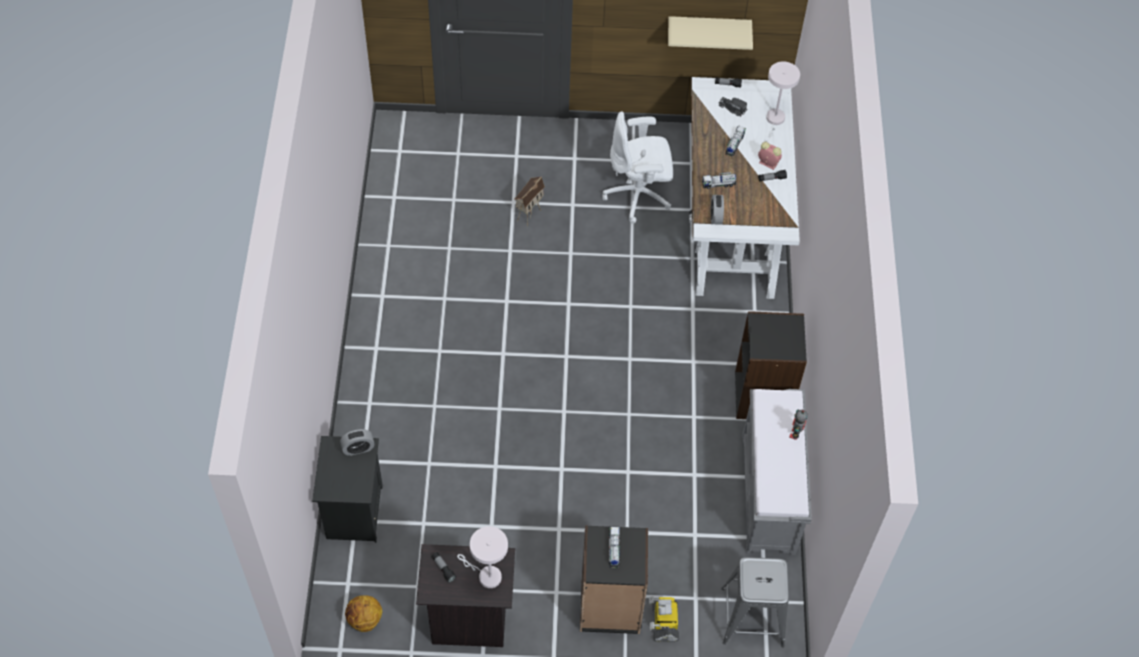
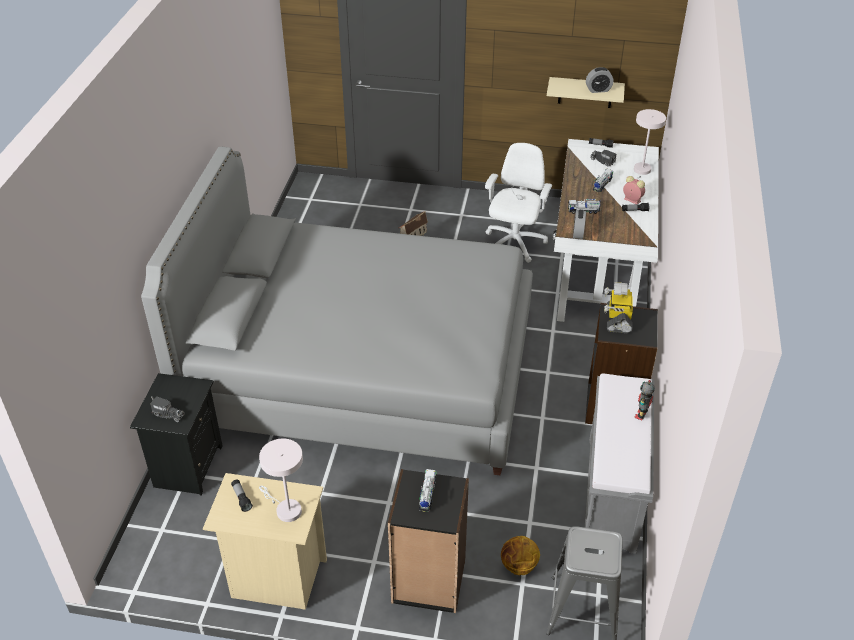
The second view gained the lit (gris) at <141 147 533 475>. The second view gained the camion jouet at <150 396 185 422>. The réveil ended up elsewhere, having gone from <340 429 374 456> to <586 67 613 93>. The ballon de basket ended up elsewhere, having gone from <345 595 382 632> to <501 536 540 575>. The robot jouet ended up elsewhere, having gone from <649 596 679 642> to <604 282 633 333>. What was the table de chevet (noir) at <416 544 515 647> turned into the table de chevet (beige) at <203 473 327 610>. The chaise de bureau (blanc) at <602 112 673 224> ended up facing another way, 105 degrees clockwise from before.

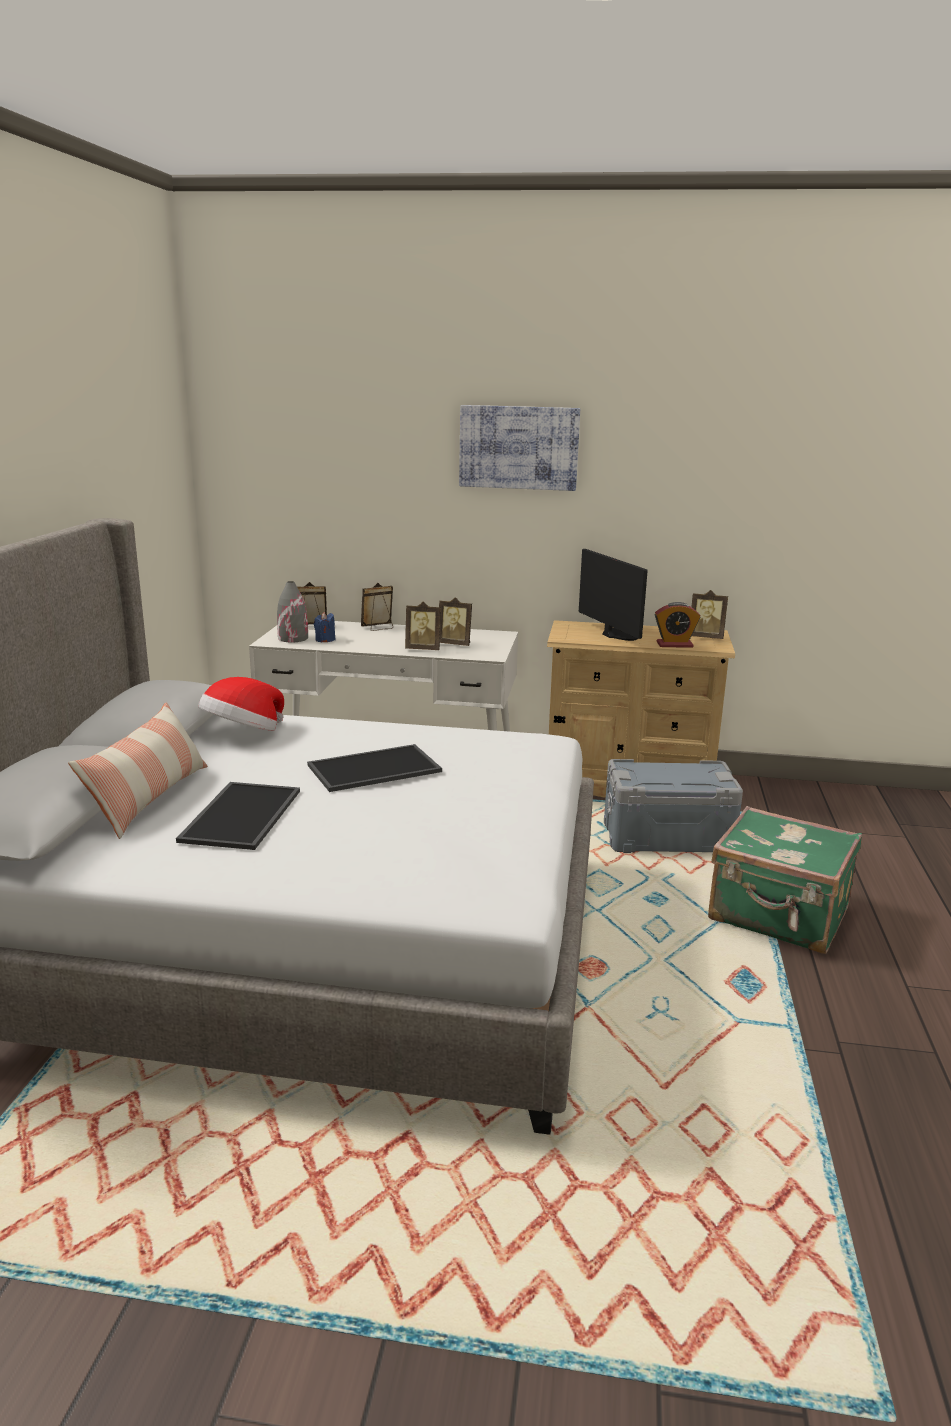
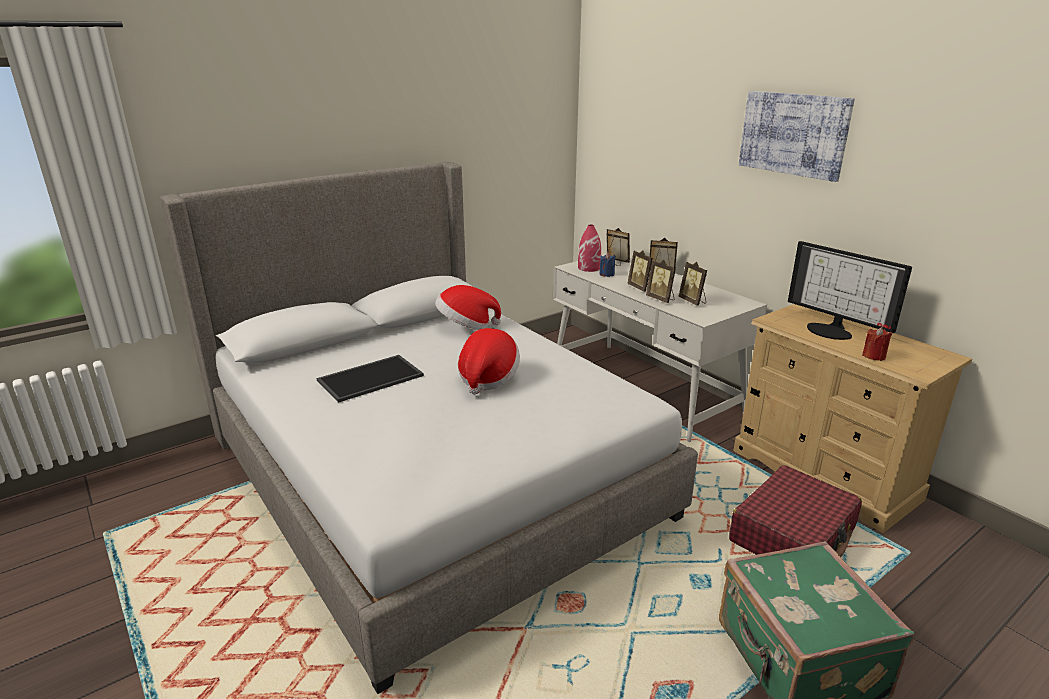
The second view lost the coussin at <68 703 208 839>. The cadre photo ended up elsewhere, having gone from <692 590 728 639> to <627 250 653 292>. Where the plateau stood at <307 744 442 792>, the chapeau came to stand at <458 328 520 394>. Where the boîte de rangement (gris) stood at <604 759 743 853>, the valise (rouge) came to stand at <729 465 862 557>. Where the réveil stood at <655 602 701 648>, the bougie (rouge) came to stand at <862 327 892 361>. What was the vase (gris) at <277 581 308 642> turned into the vase (rouge) at <578 225 601 272>. The écran d'ordinateur at <579 549 648 641> ended up facing another way, 120 degrees clockwise from before.

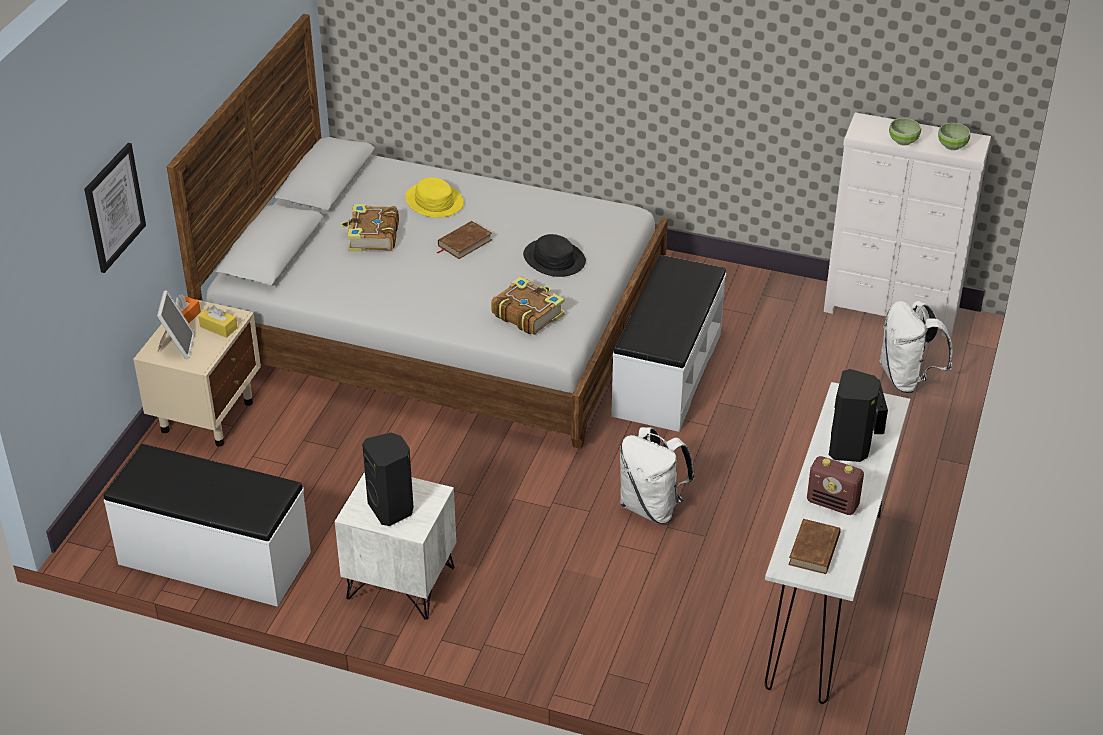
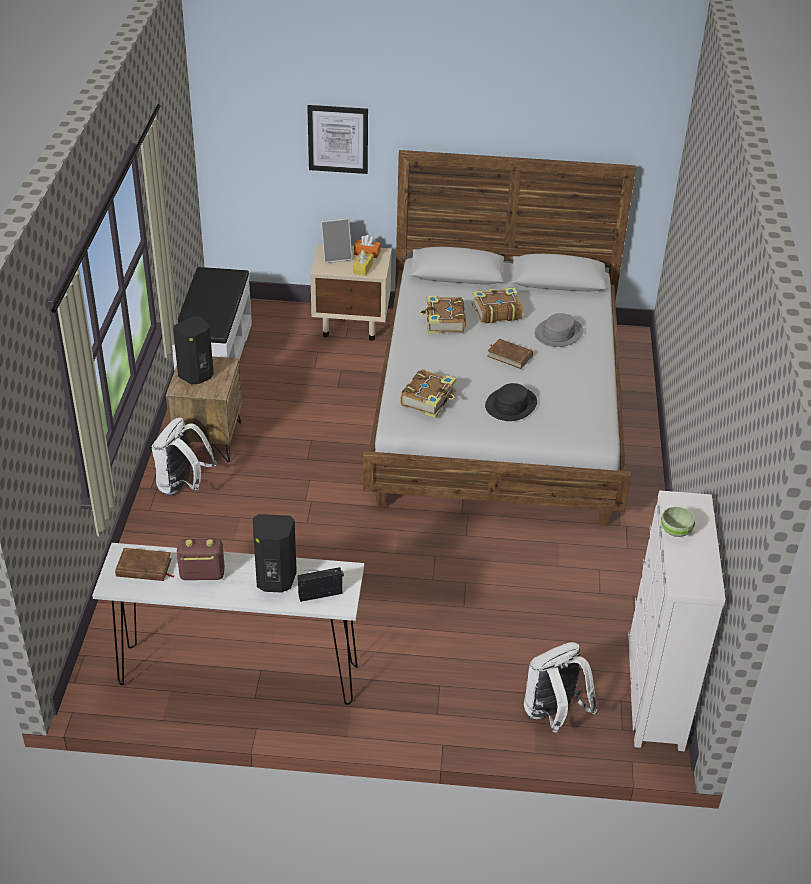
The second view lost the banc (blanc) at <611 255 726 432>. The second view lost the bol (vert) at <938 123 970 150>. The second view gained the livre at <419 296 466 334>. The sac à dos (blanc) ended up elsewhere, having gone from <620 427 695 524> to <152 418 217 496>. What was the table de chevet (blanc) at <335 472 456 620> turned into the table de chevet (marron) at <166 356 242 462>. What was the chapeau (jaune) at <405 177 464 218> turned into the chapeau (gris) at <535 313 584 347>. The radio at <807 456 864 515> ended up facing another way, 75 degrees clockwise from before.

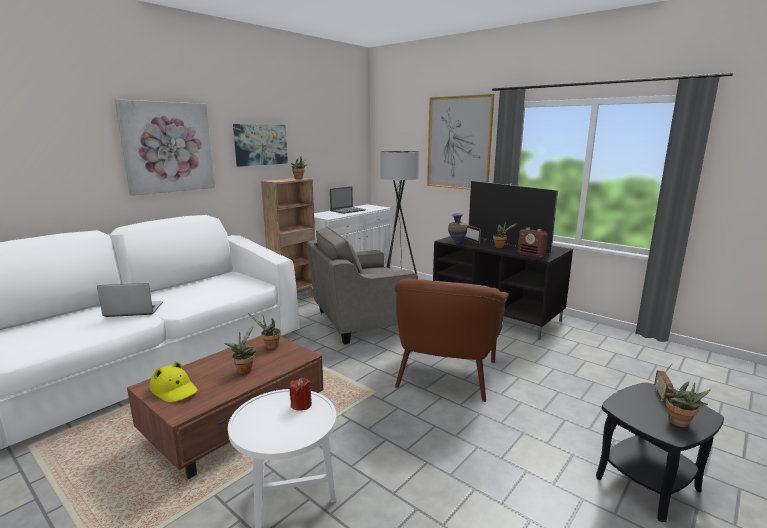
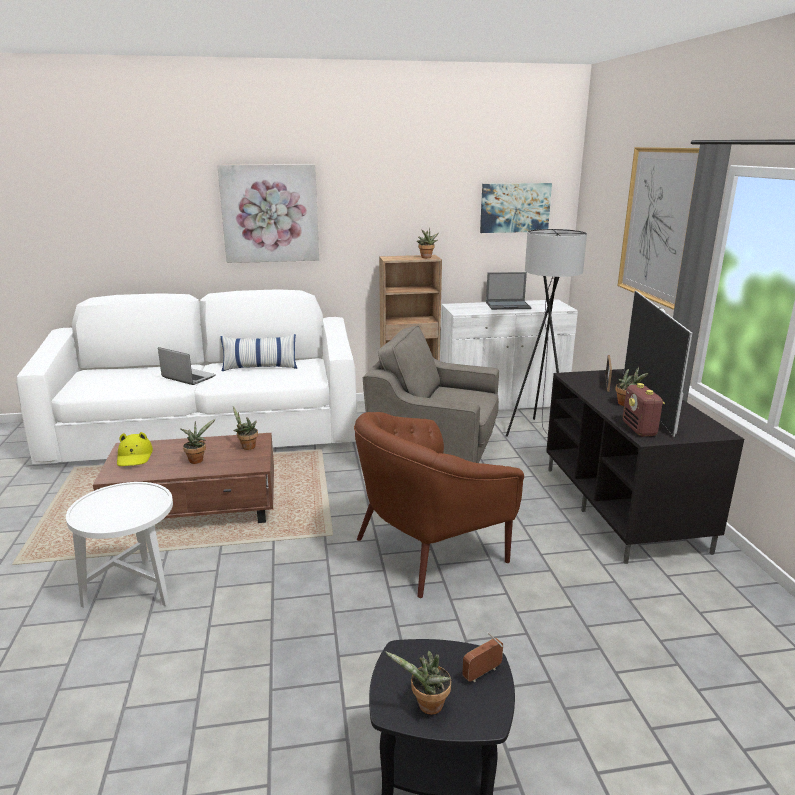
The second view lost the bougie (rouge) at <290 378 312 411>. The second view lost the vase at <448 213 467 244>. The second view gained the coussin at <221 334 297 371>. The tableau ended up elsewhere, having gone from <233 124 288 167> to <480 183 552 233>.

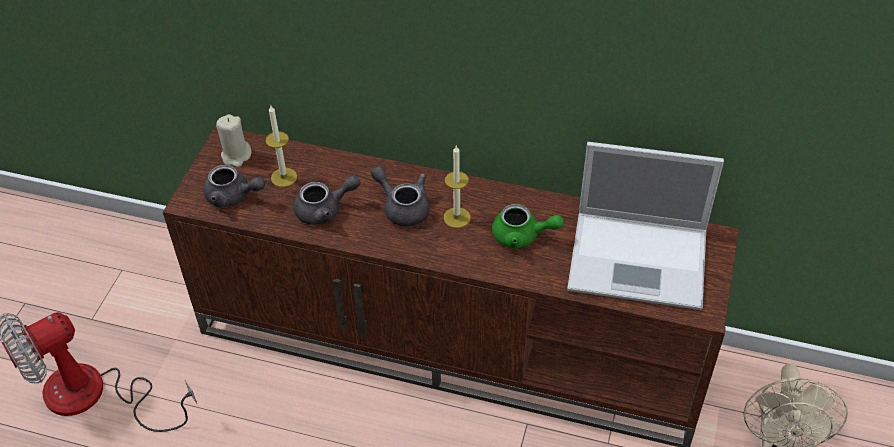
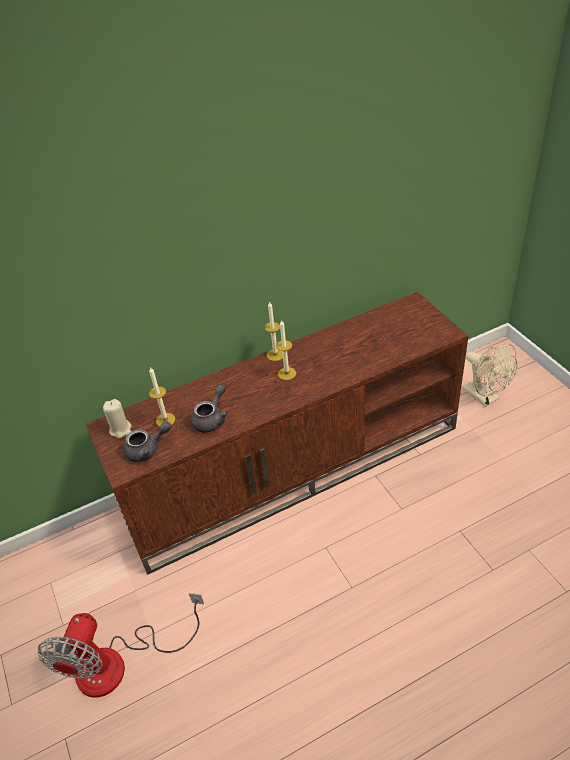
The second view lost the théière (gris) at <371 166 430 226>. The second view lost the théière (vert) at <492 204 564 249>. The second view lost the ordinateur portable at <567 142 724 310>. The second view gained the bougie at <265 301 283 361>.

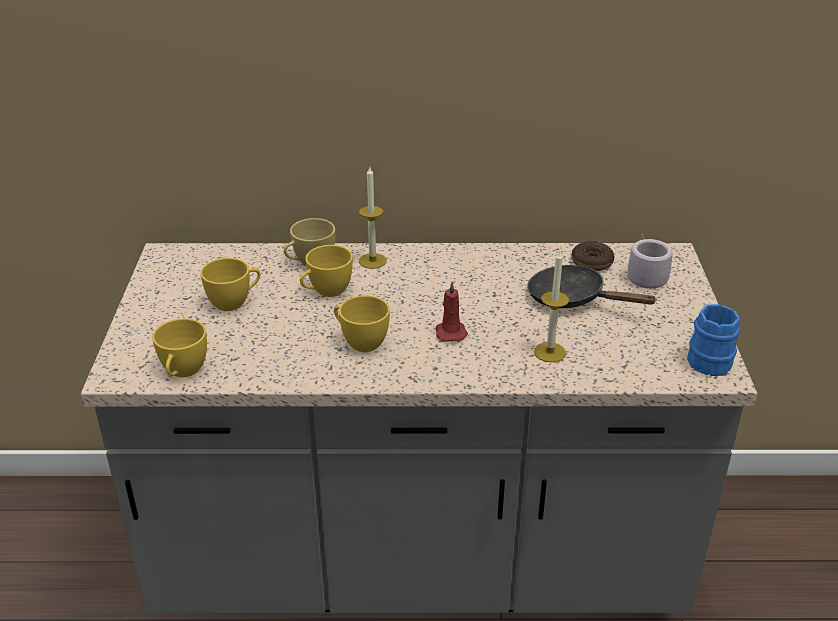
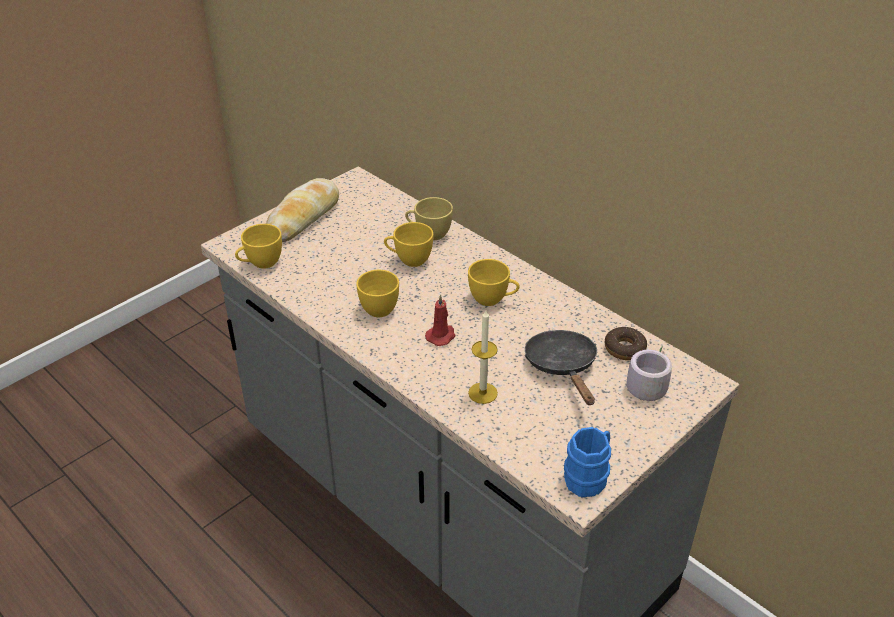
The second view lost the bougie at <359 167 387 269>. The second view gained the pain at <266 178 339 242>. The tasse (jaune) ended up elsewhere, having gone from <200 258 260 311> to <468 259 520 306>.

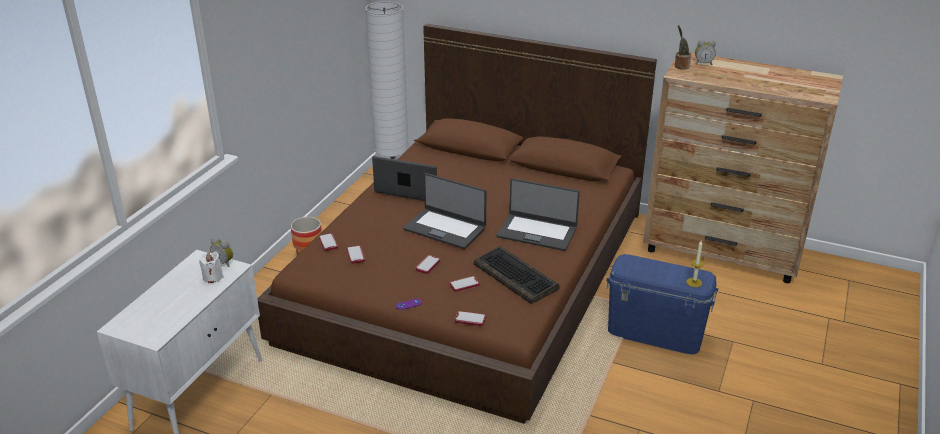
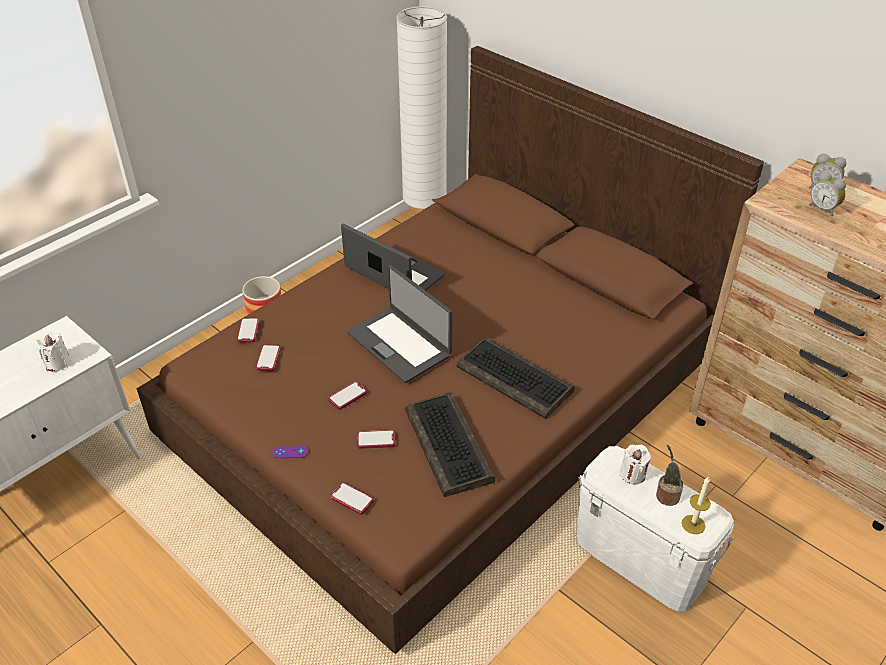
The second view gained the bougie (blanc) at <619 444 651 484>. The réveil ended up elsewhere, having gone from <210 237 233 267> to <809 171 846 216>. The plante en pot ended up elsewhere, having gone from <675 25 691 69> to <656 444 684 506>. Where the ordinateur portable stood at <497 178 580 251>, the clavier came to stand at <457 337 575 419>. What was the boîte de rangement (bleu) at <606 254 718 354> turned into the boîte de rangement (blanc) at <577 446 734 612>.

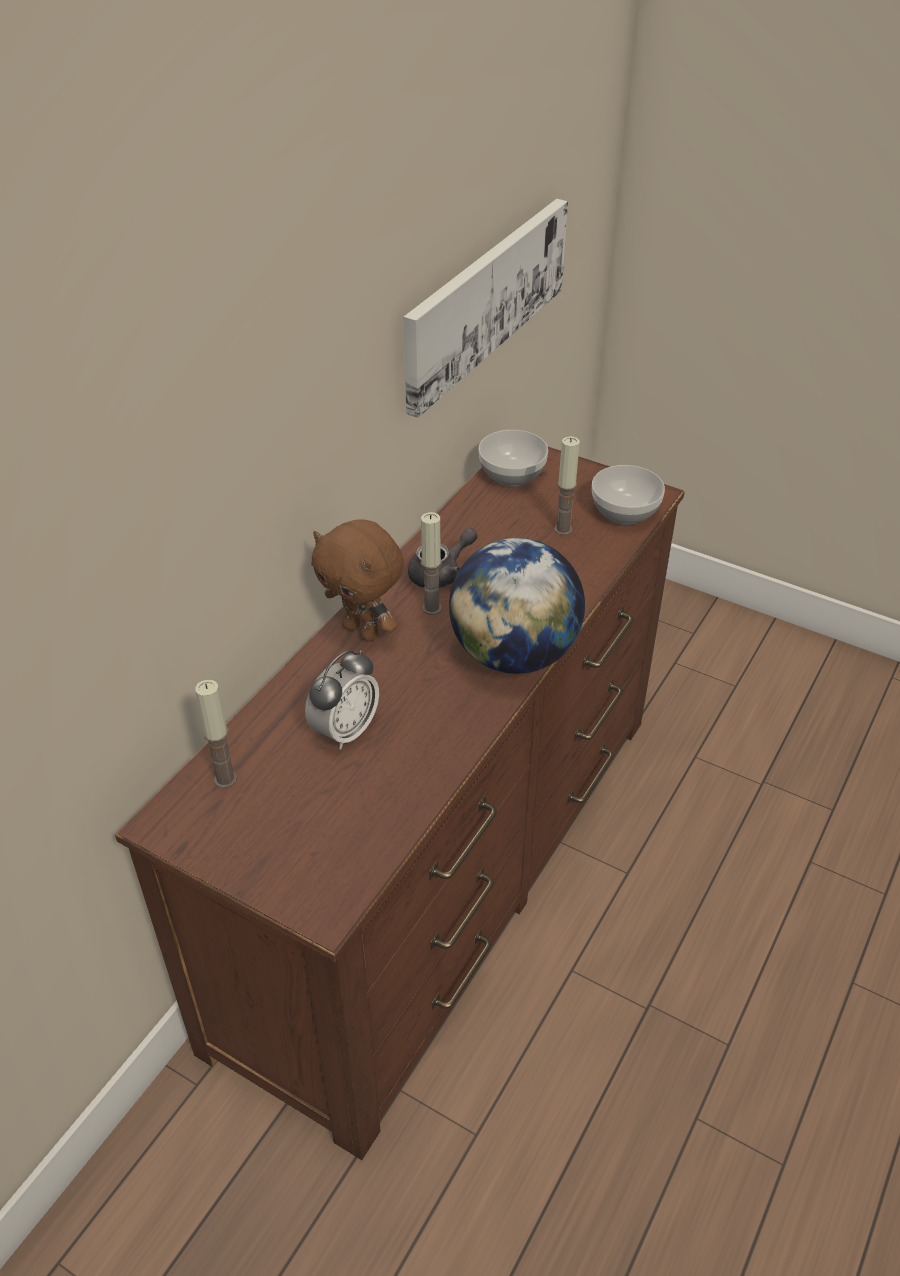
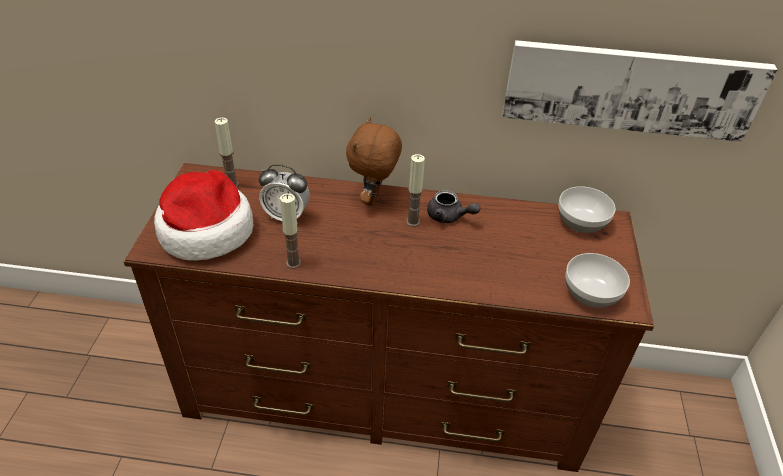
The second view lost the globe at <449 538 585 674>. The second view gained the chapeau at <154 170 253 261>. The bougie ended up elsewhere, having gone from <554 436 580 535> to <280 193 301 269>.

